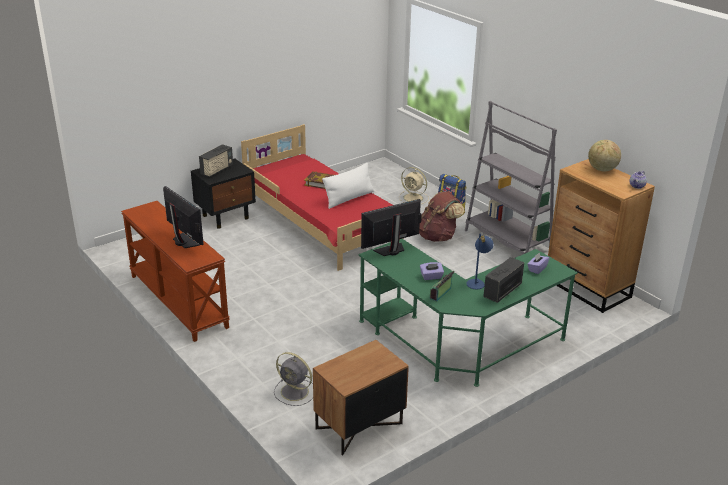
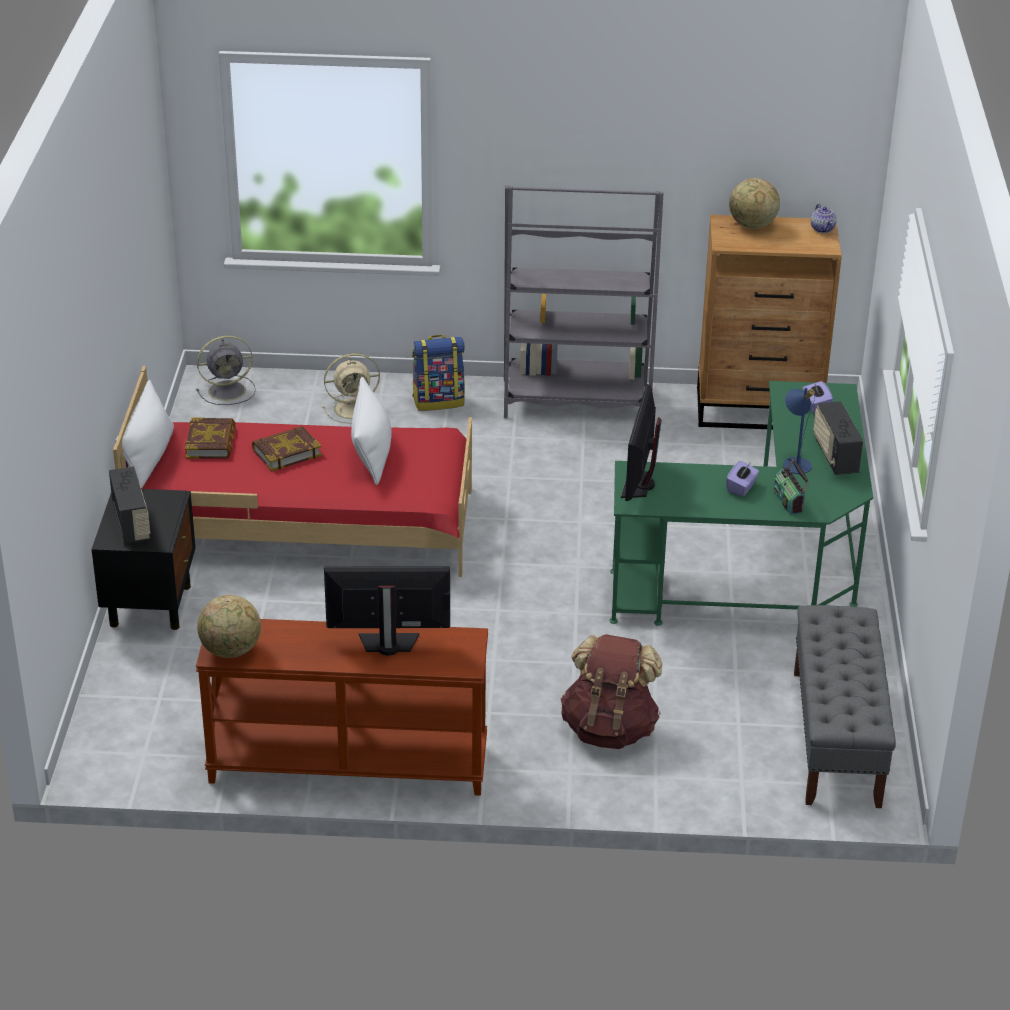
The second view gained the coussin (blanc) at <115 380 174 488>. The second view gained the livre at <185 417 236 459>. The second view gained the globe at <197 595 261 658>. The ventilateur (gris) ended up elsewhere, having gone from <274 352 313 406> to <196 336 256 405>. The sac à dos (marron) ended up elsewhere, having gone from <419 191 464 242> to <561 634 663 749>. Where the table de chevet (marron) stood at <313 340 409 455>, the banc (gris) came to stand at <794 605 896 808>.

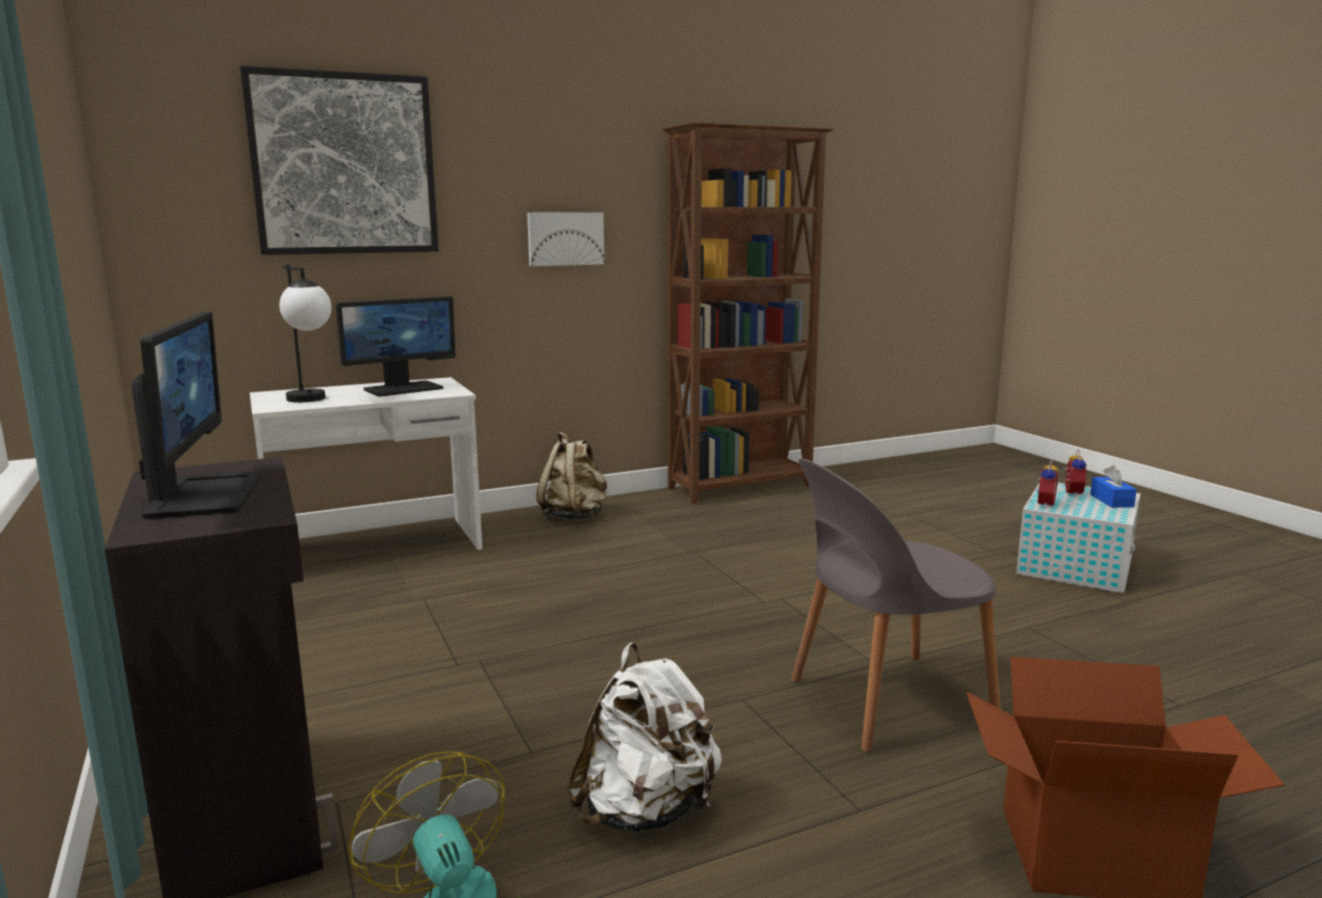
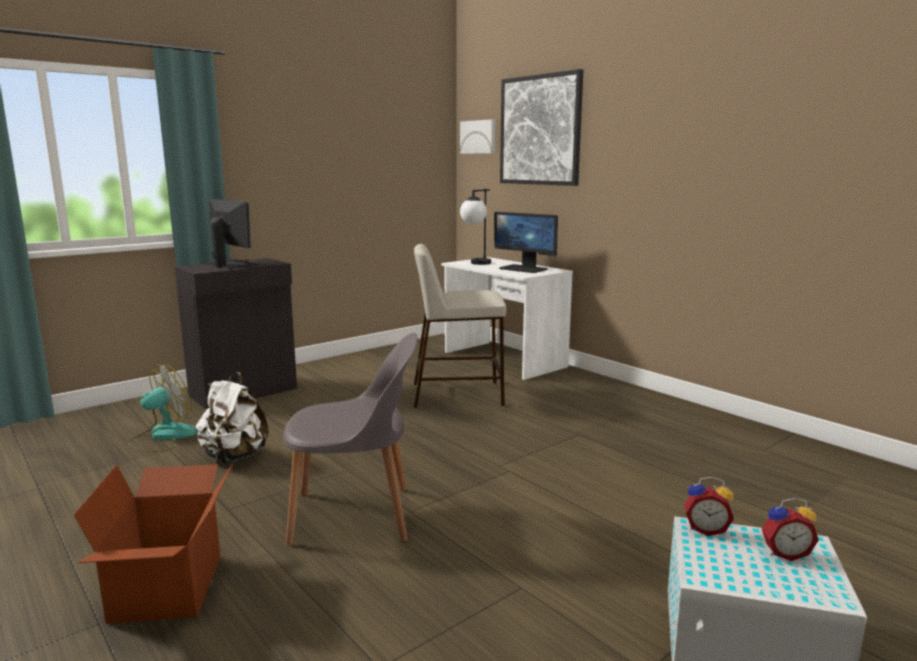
The second view lost the sac à dos (beige) at <536 432 607 520>. The second view lost the bibliothèque (marron) at <662 122 833 504>. The second view lost the boîte à mouchoirs (bleu) at <1090 465 1137 508>. The second view gained the tabouret (beige) at <414 244 506 408>. The tableau ended up elsewhere, having gone from <527 212 604 266> to <460 119 495 154>. The écran d'ordinateur at <131 312 262 519> ended up facing another way, 105 degrees counterclockwise from before. The chaise (gris) at <791 459 1001 752> ended up facing another way, 120 degrees clockwise from before.

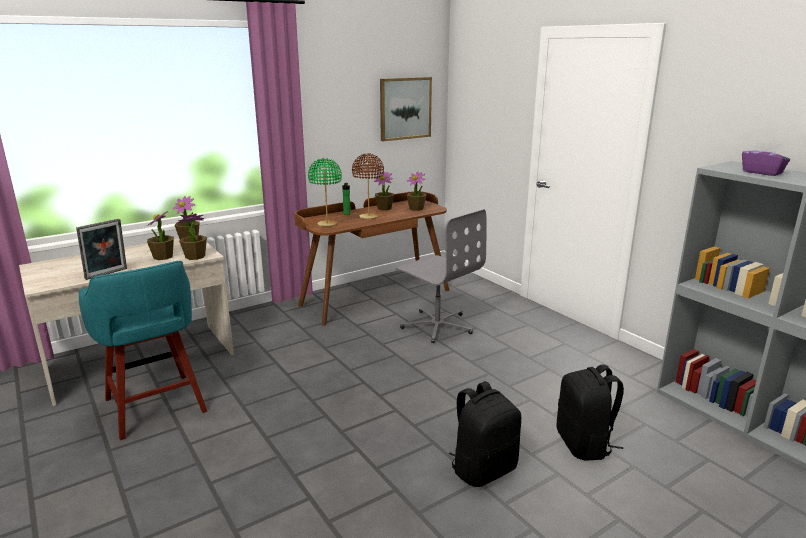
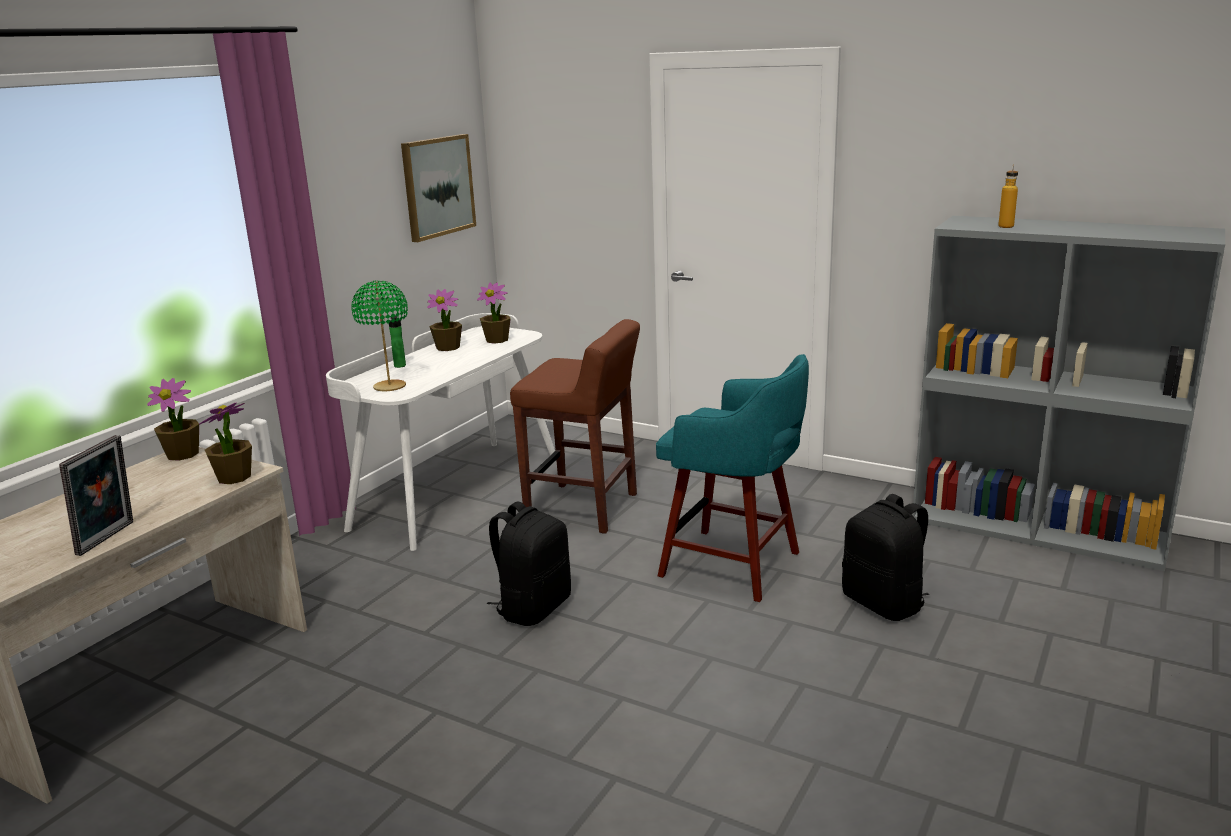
The second view lost the plante en pot at <147 211 174 260>. The second view lost the lampe de table (marron) at <352 153 384 219>. The tabouret (turquoise) ended up elsewhere, having gone from <79 261 207 440> to <656 354 809 602>. The sac à dos (noir) ended up elsewhere, having gone from <449 381 521 487> to <487 502 571 626>. Where the chaise de bureau (gris) stood at <396 209 486 343>, the tabouret (marron) came to stand at <510 319 640 534>. Where the boîte à mouchoirs (violet) stood at <742 142 790 176>, the bouteille came to stand at <998 165 1018 228>. What was the bureau (marron) at <294 191 449 326> turned into the bureau (blanc) at <326 313 555 551>.

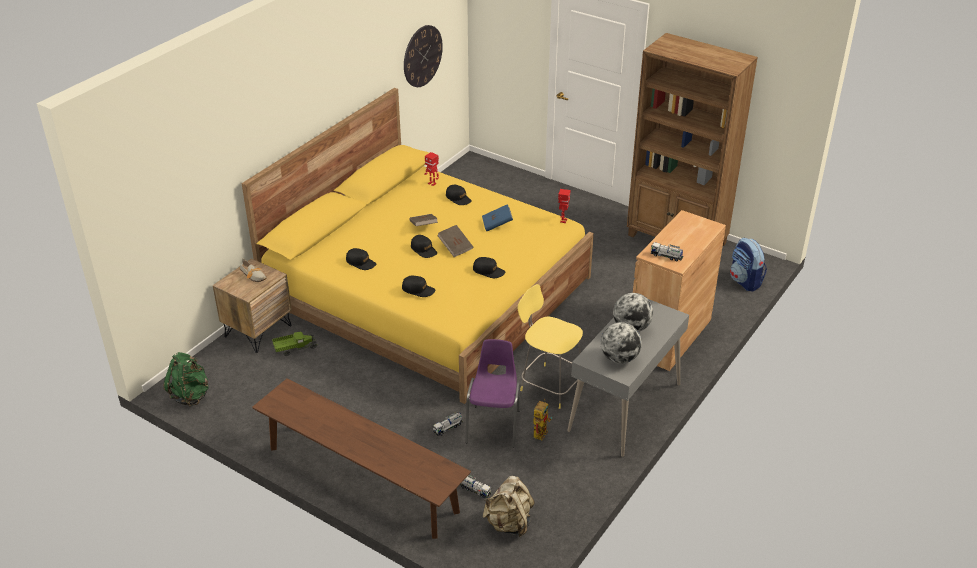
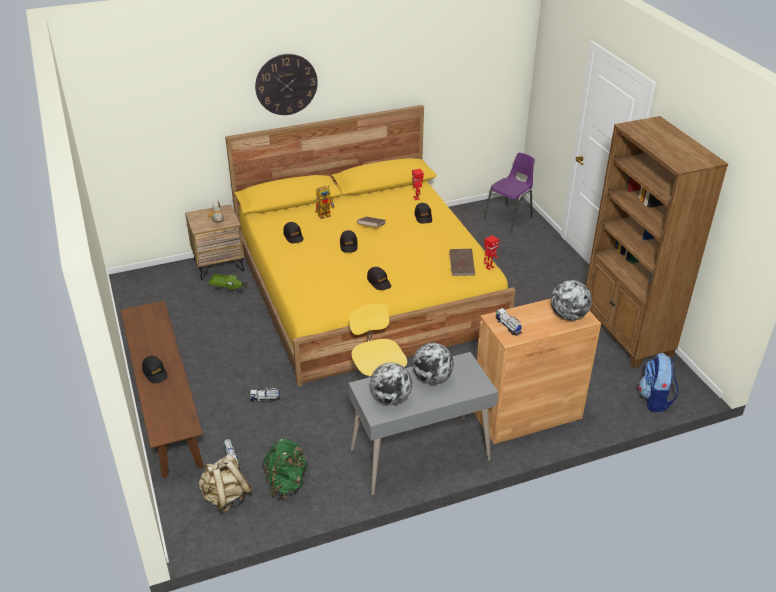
The second view lost the livre (bleu) at <482 204 513 231>. The second view gained the globe at <551 280 592 320>. The sac à dos (vert) ended up elsewhere, having gone from <164 352 208 407> to <262 439 309 499>. The casquette (noir) ended up elsewhere, having gone from <402 276 436 297> to <142 356 168 383>. The horloge murale ended up elsewhere, having gone from <404 25 443 87> to <255 54 318 115>. The livre (marron) ended up elsewhere, having gone from <437 225 473 257> to <449 249 475 276>. The chaise (violet) ended up elsewhere, having gone from <465 339 520 448> to <483 153 535 233>. The robot jouet ended up elsewhere, having gone from <533 399 552 440> to <315 185 335 219>.

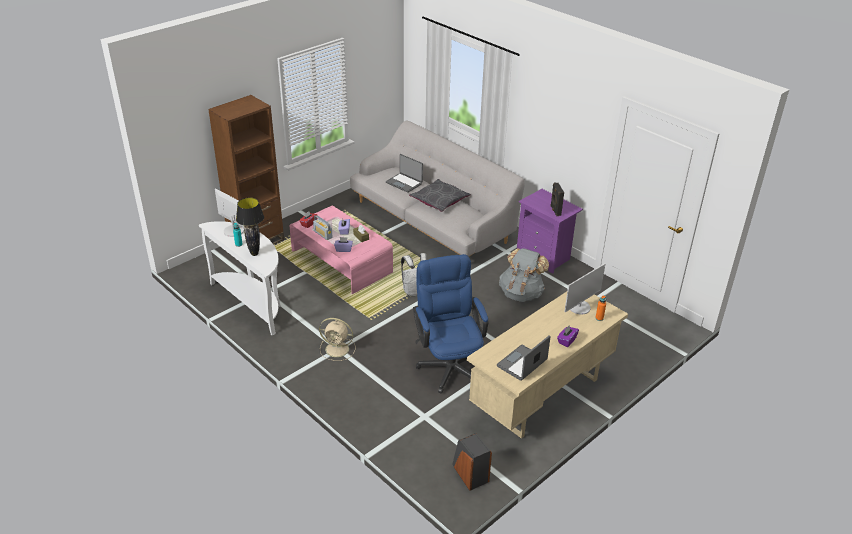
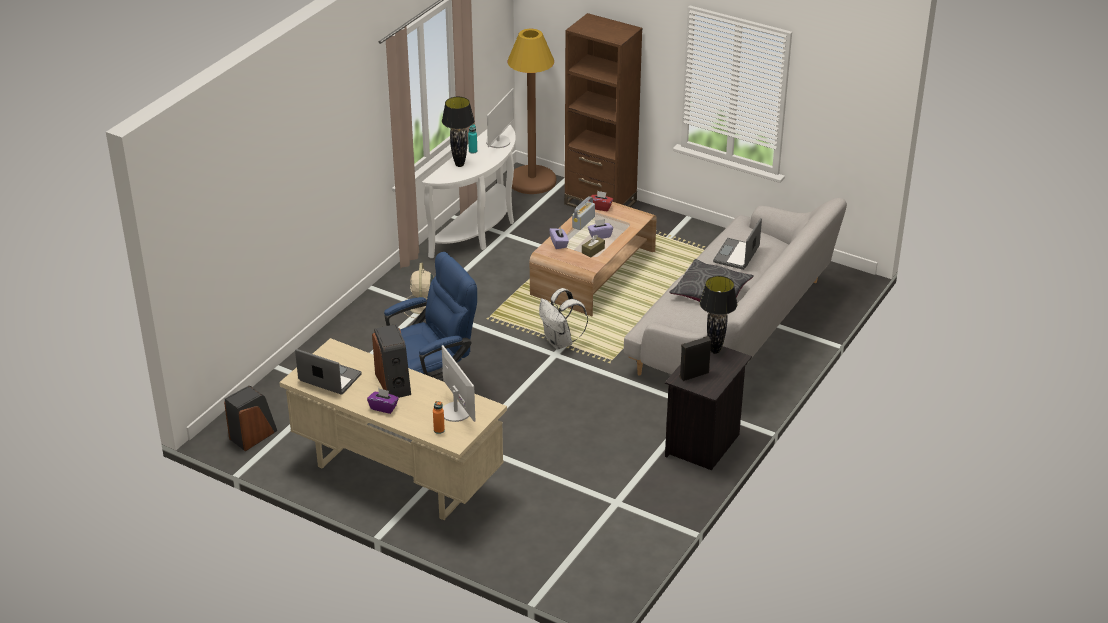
The second view lost the sac à dos (gris) at <499 248 549 302>. The second view gained the enceinte at <372 324 411 398>. The second view gained the lampadaire (marron) at <508 29 556 194>. The second view gained the lampe de table (noir) at <700 276 737 354>. What was the table basse (rose) at <290 206 393 294> turned into the table basse (marron) at <530 202 657 316>. What was the table de chevet (violet) at <517 189 583 274> turned into the table de chevet (noir) at <665 346 752 470>. The écran d'ordinateur at <564 263 605 314> ended up facing another way, 150 degrees counterclockwise from before.

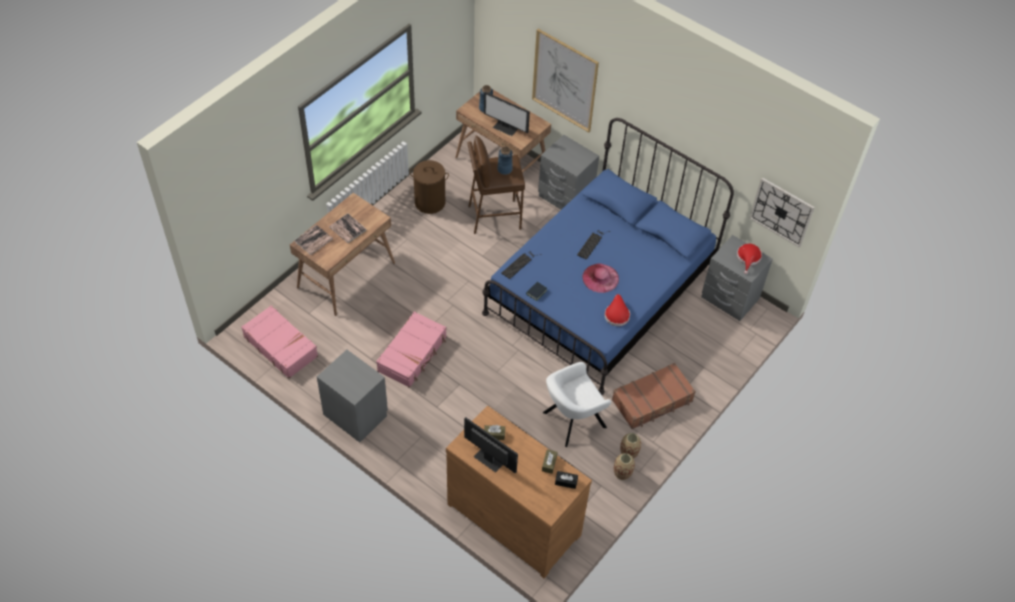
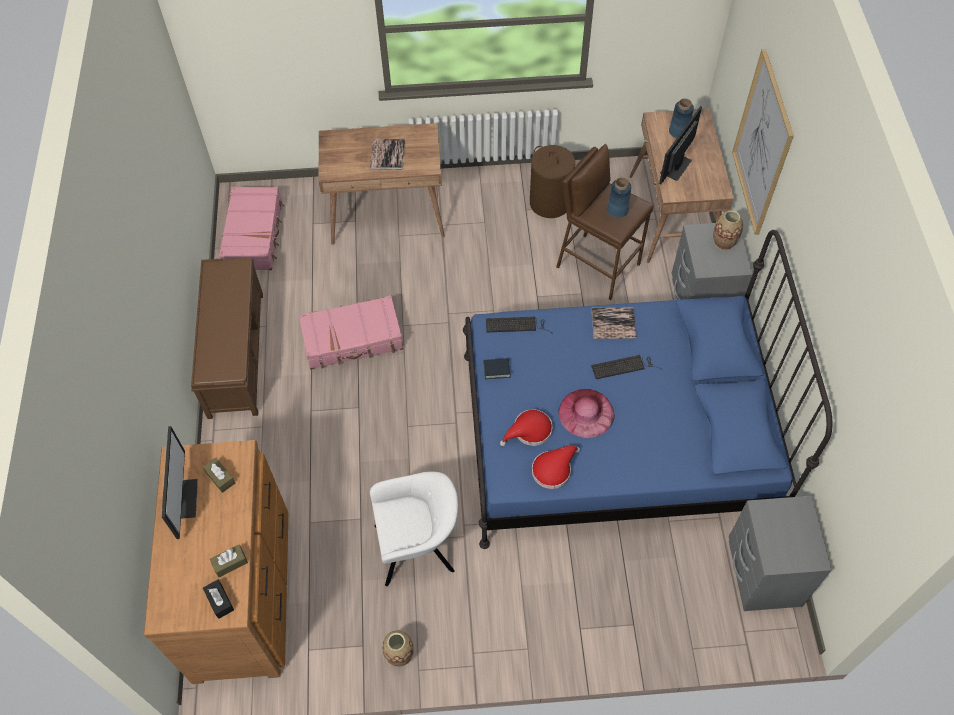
The second view lost the valise (marron) at <612 363 696 429>. The second view lost the horloge murale at <749 177 815 248>. The livre ended up elsewhere, having gone from <294 225 333 255> to <592 307 637 339>. The vase ended up elsewhere, having gone from <620 433 641 459> to <713 210 743 250>. The chapeau (rouge) ended up elsewhere, having gone from <737 244 762 274> to <500 409 552 446>. Where the table de chevet (gris) stood at <317 350 388 443>, the banc (marron) came to stand at <191 258 263 419>. The écran d'ordinateur at <484 92 530 136> ended up facing another way, 45 degrees clockwise from before. The fauteuil (blanc) at <543 362 611 447> ended up facing another way, 150 degrees clockwise from before.

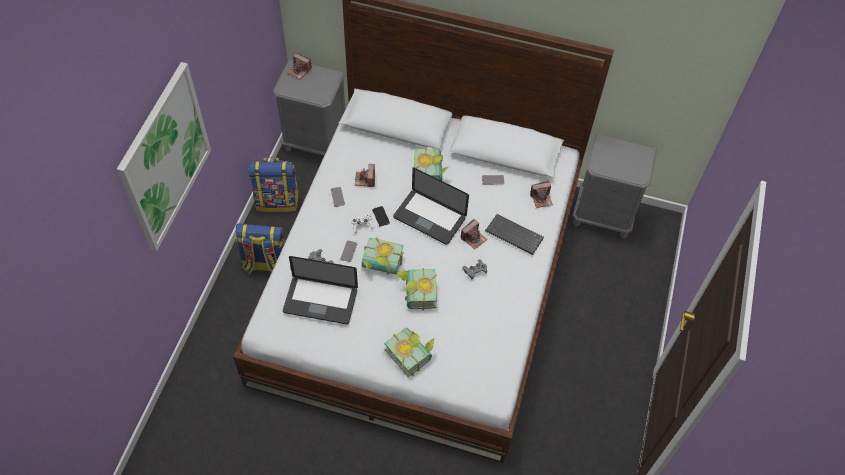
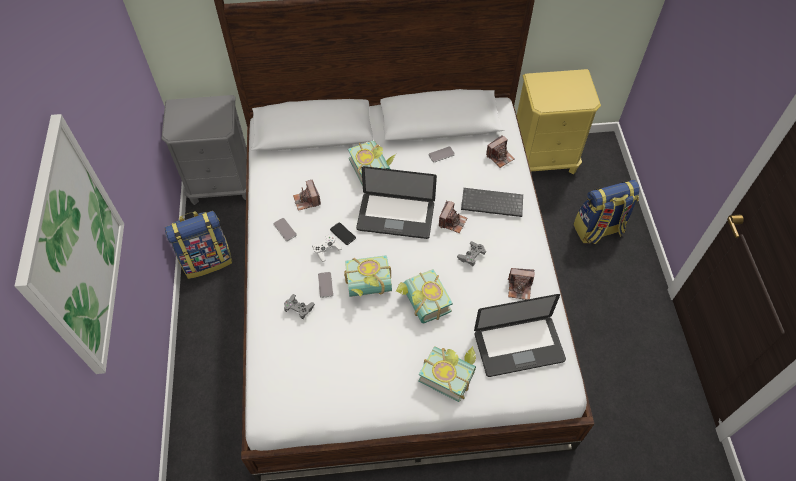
The sac à dos ended up elsewhere, having gone from <236 223 286 274> to <573 180 640 244>. The ordinateur portable ended up elsewhere, having gone from <283 256 358 324> to <474 294 566 377>. The appareil photo ended up elsewhere, having gone from <288 53 312 80> to <508 268 535 300>. What was the table de chevet (gris) at <573 134 657 239> turned into the table de chevet (jaune) at <517 69 601 175>.

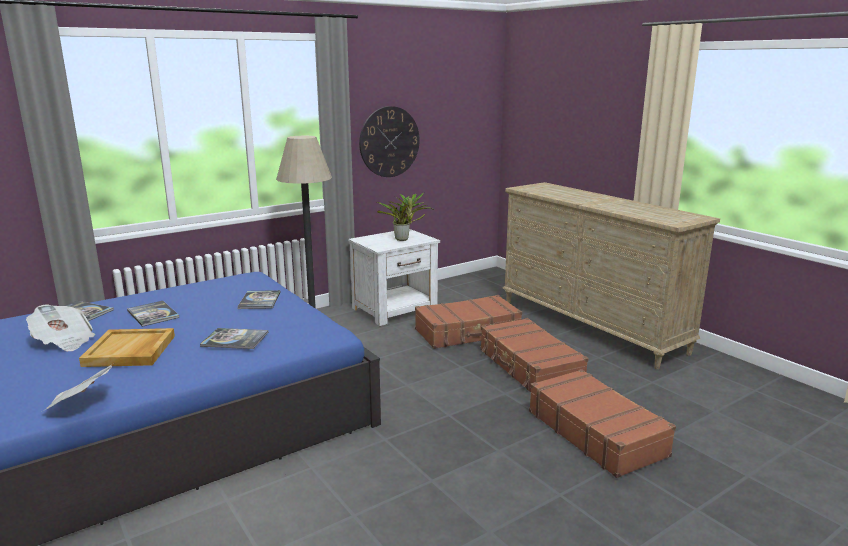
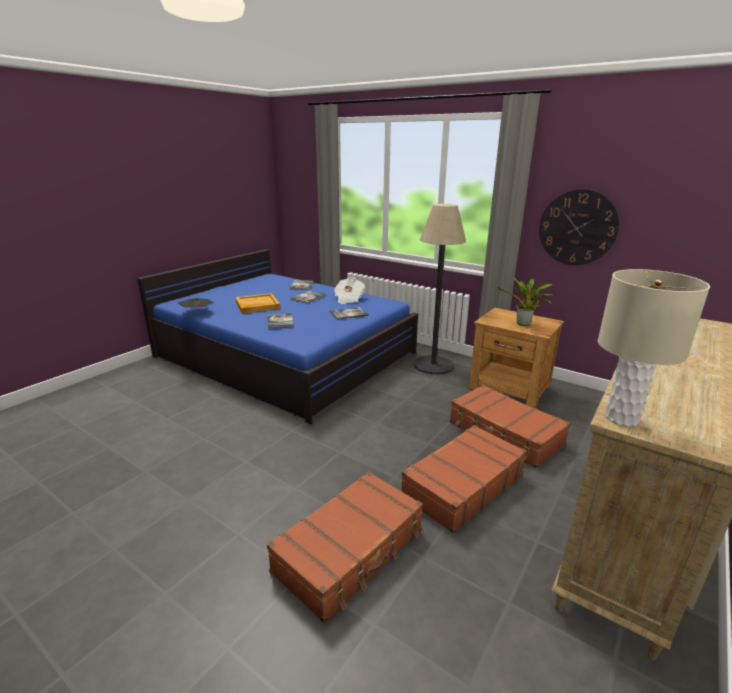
The second view gained the lampe de table (beige) at <598 269 710 427>. The journal ended up elsewhere, having gone from <26 304 95 351> to <334 277 365 304>. What was the table de chevet (blanc) at <348 229 440 326> turned into the table de chevet (marron) at <469 308 564 408>.

